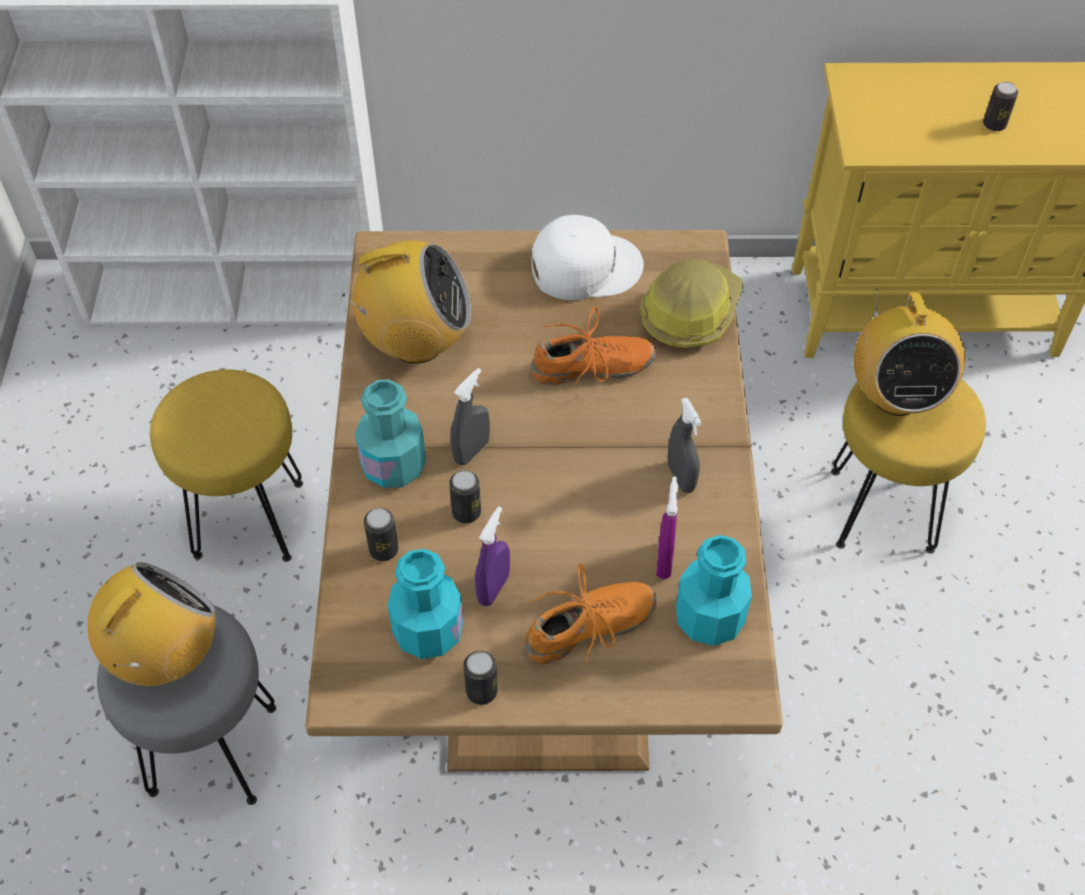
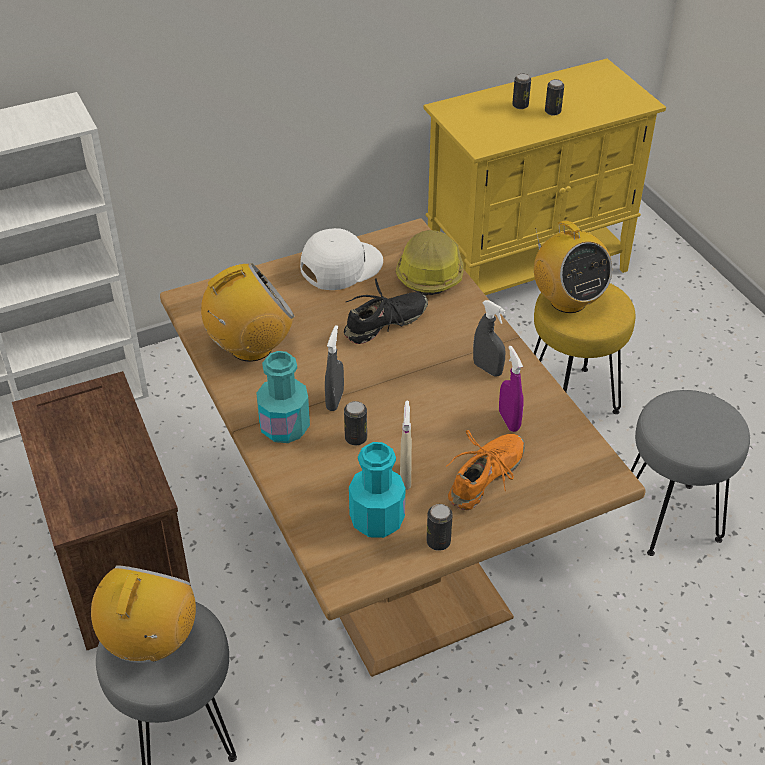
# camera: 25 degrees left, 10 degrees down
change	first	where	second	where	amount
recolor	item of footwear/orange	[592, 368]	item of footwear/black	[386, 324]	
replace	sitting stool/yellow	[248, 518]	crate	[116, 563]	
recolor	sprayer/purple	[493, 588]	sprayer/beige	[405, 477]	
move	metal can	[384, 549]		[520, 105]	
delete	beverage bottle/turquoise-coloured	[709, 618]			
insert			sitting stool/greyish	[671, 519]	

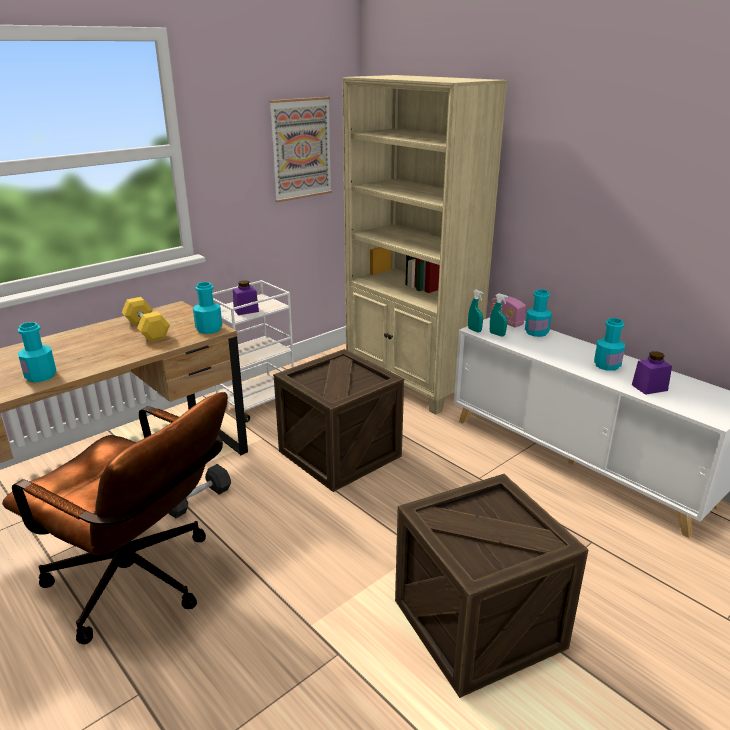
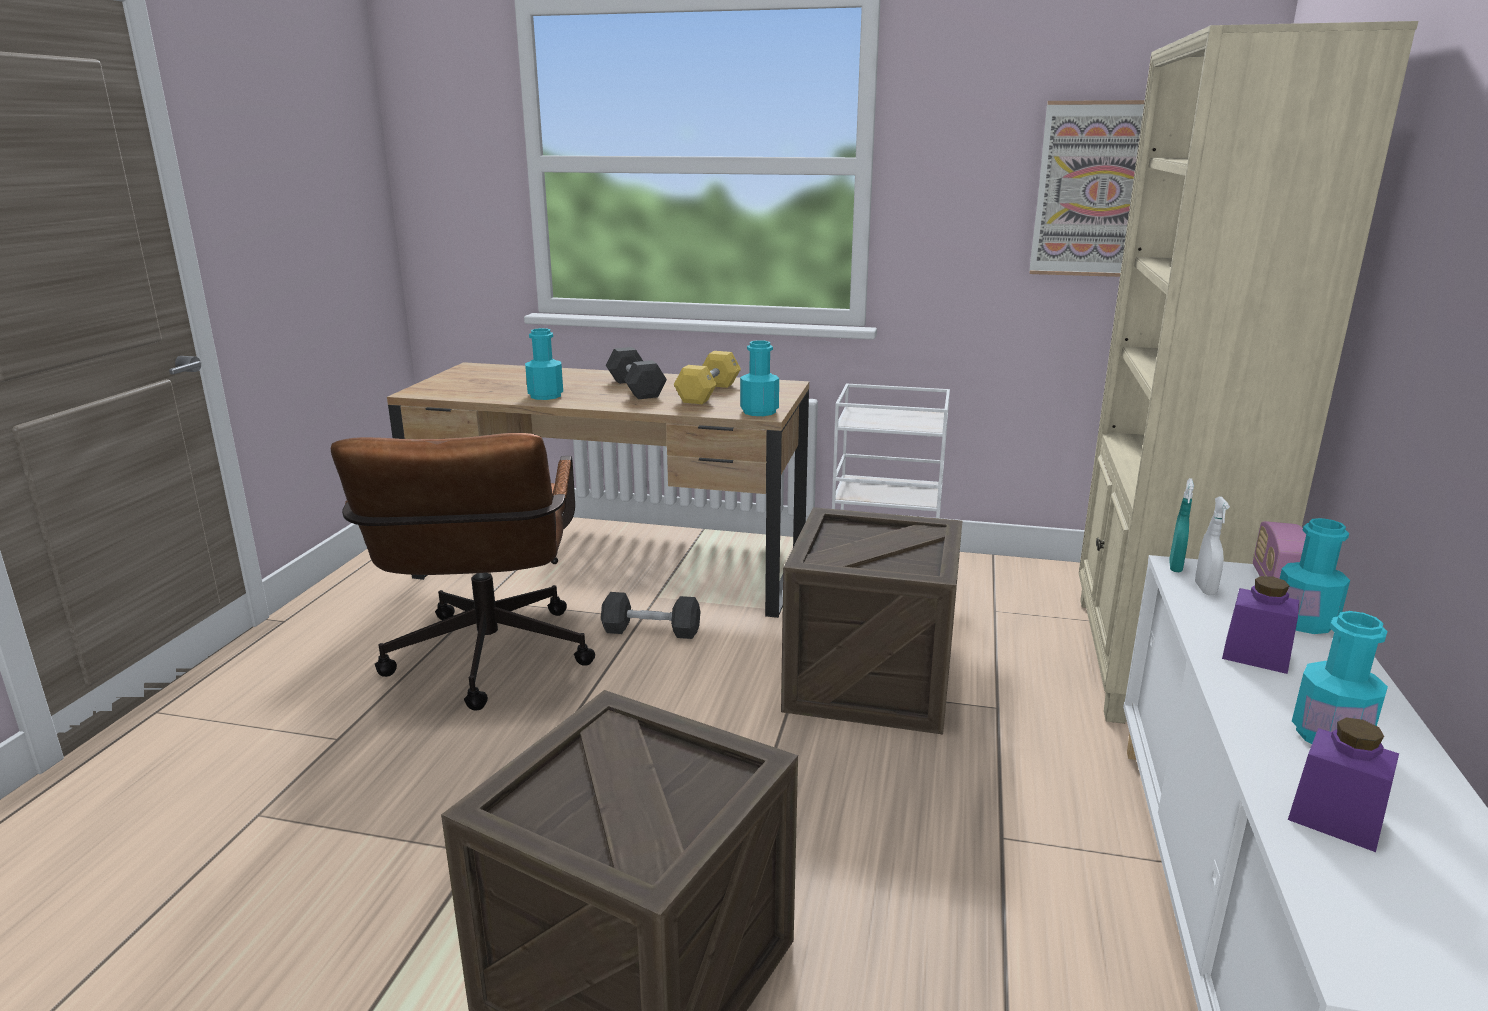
# camera: 55 degrees right, 5 degrees down
change	first	where	second	where	amount
move	preserve jar/purple	[246, 310]		[1255, 655]	
recolor	sprayer/turquoise-coloured	[497, 334]	sprayer/white	[1205, 589]	
insert			dumbbell/black	[636, 388]	

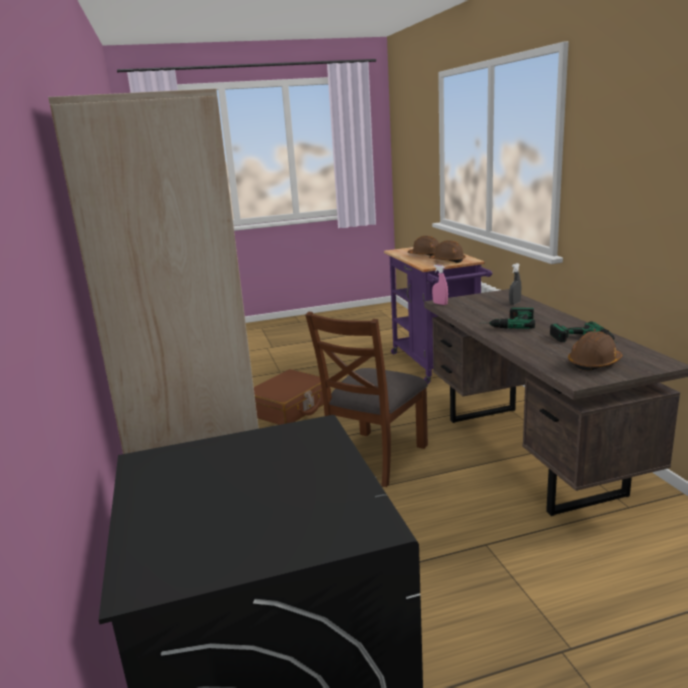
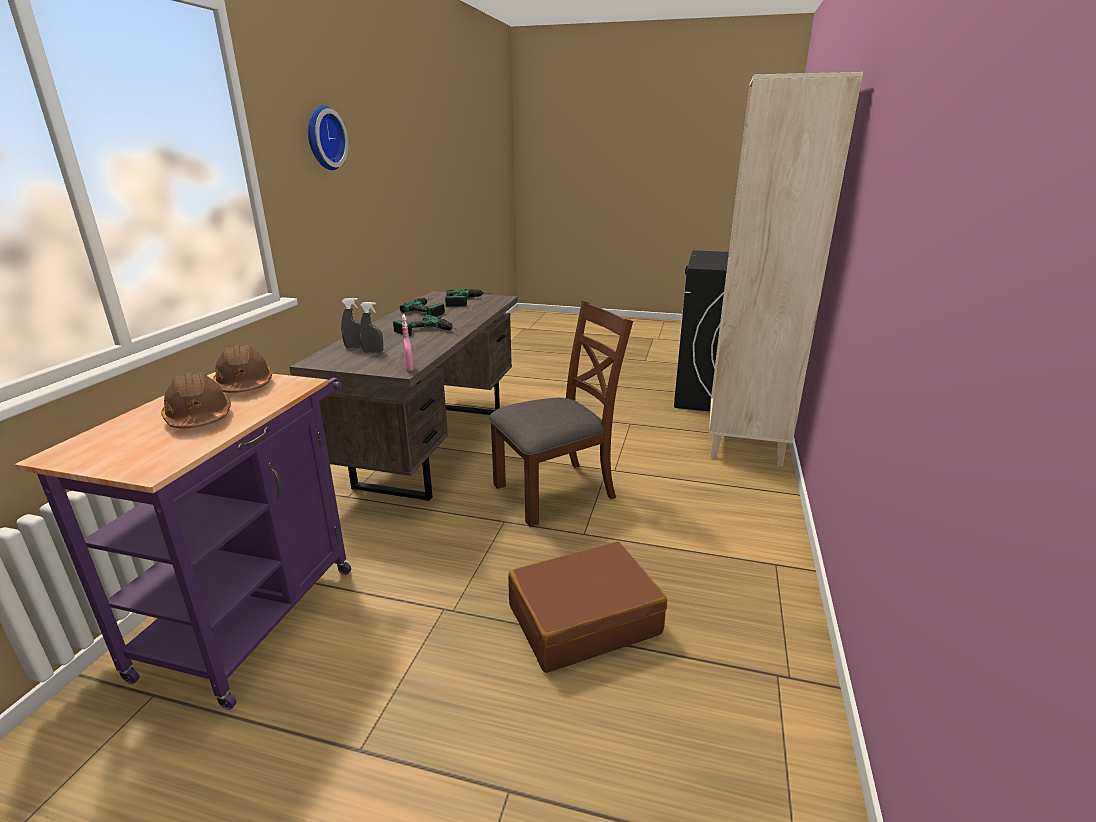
# camera: 150 degrees left, 5 degrees up
change	first	where	second	where	amount
replace	work helmet/brown	[594, 363]	electric drill	[469, 301]	
insert			hanging clock	[323, 138]	
insert			sprayer/greyish	[373, 352]	

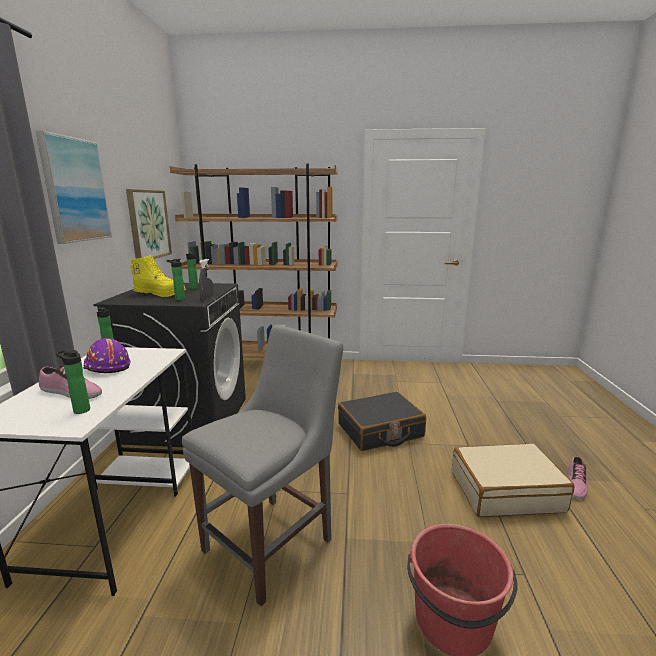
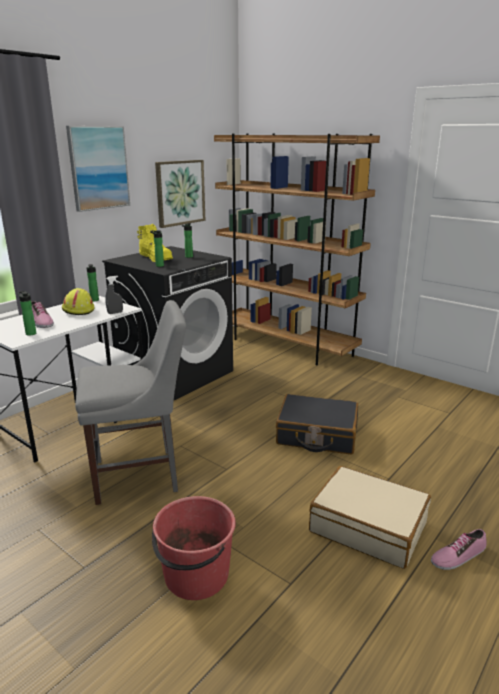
# camera: 35 degrees right, 5 degrees up
change	first	where	second	where	amount
move	sprayer/greyish	[207, 298]		[115, 313]	
recolor	work helmet/purple	[106, 367]	work helmet/yellow	[78, 310]	

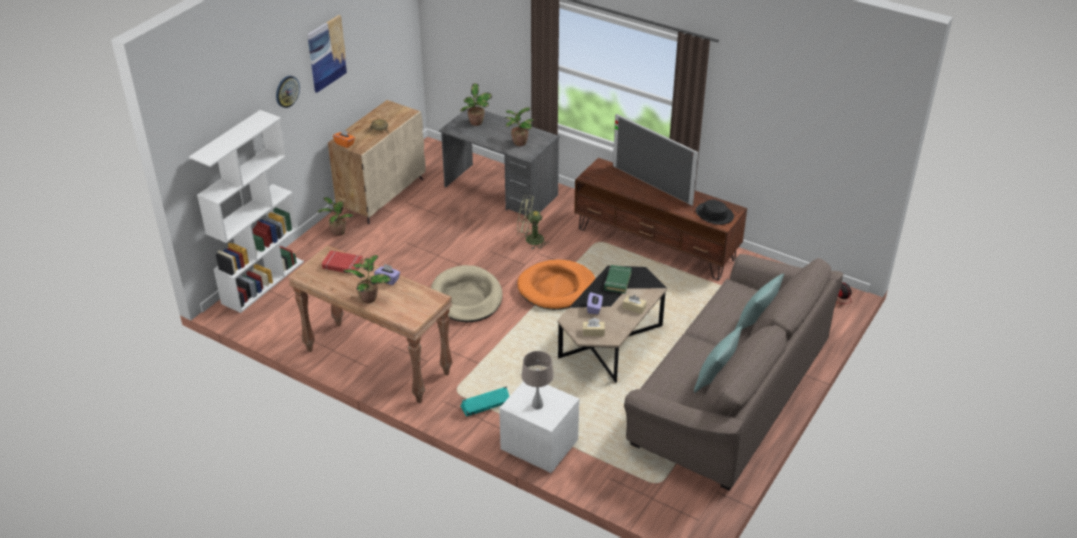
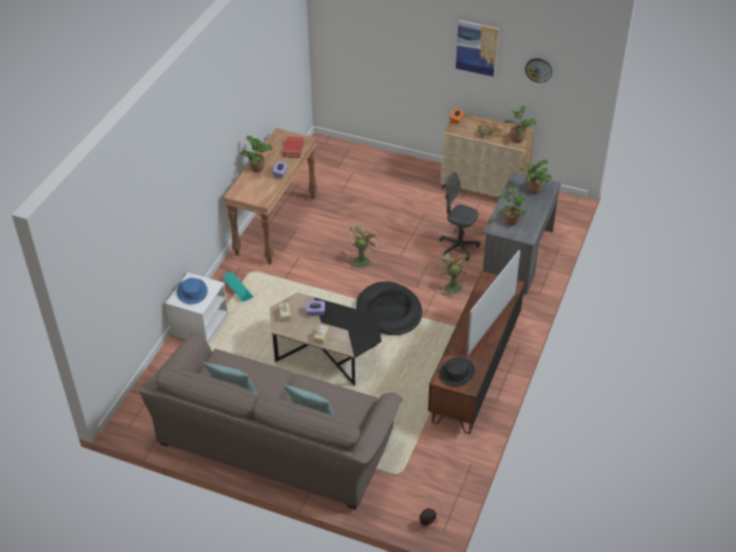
# camera: 80 degrees right, 5 degrees up
change	first	where	second	where	amount
move	hanging clock	[287, 91]		[538, 69]	
delete	bookshelf/white	[263, 282]			
move	potted plant	[338, 232]		[517, 139]	
recolor	dog bed/orange	[557, 288]	dog bed/black	[389, 311]	
replace	dog bed/beige	[466, 297]	fan/greenish	[362, 259]	
delete	bound book/greenish	[617, 281]			
replace	lamp for a table/beige	[537, 405]	wearable hat/blue-coloured	[192, 292]	
insert			computer chair/greyish	[458, 247]	

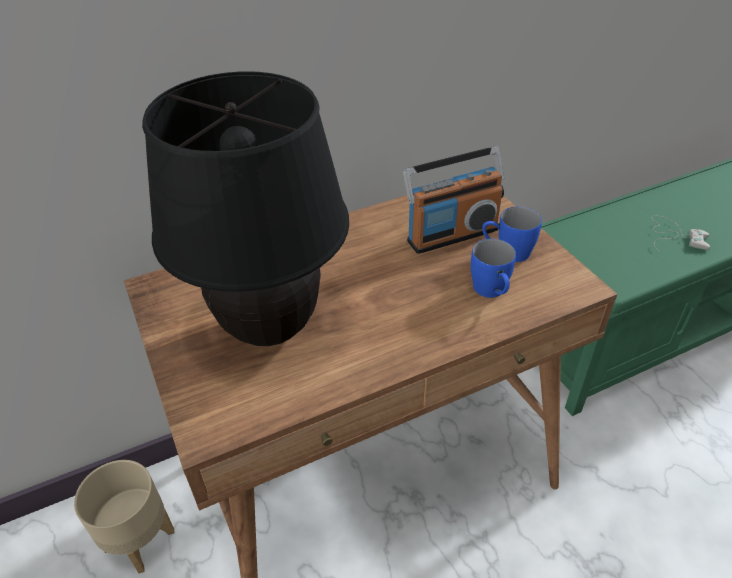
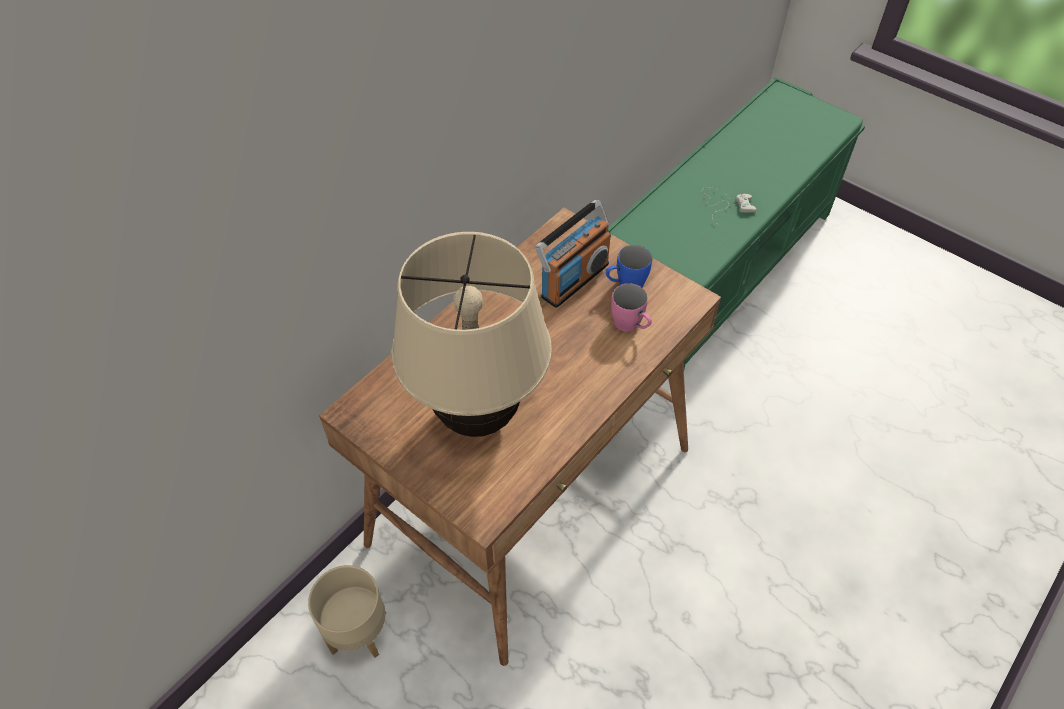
# camera: 25 degrees left, 10 degrees up
change	first	where	second	where	amount
recolor	lamp for a table/black	[269, 329]	lamp for a table/beige	[477, 417]	
recolor	coffee mug/blue-coloured	[492, 292]	coffee mug/pink-coloured	[631, 326]	

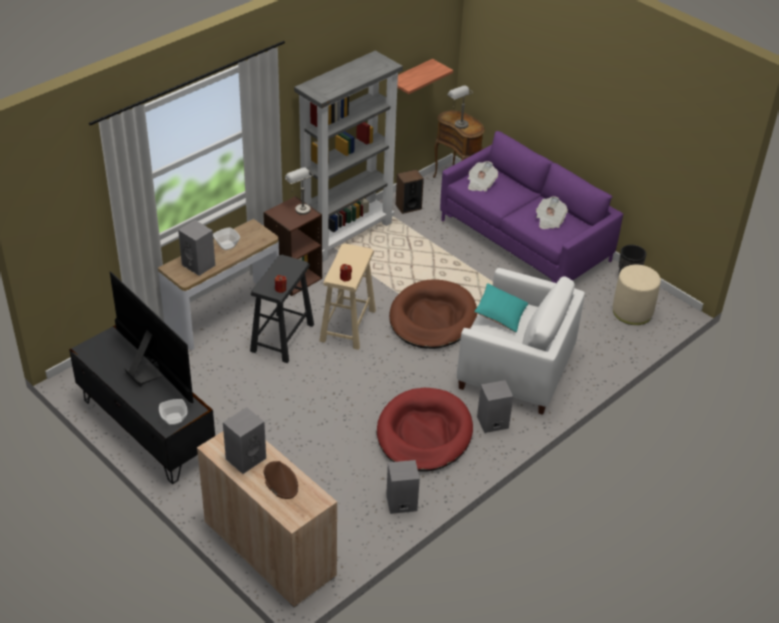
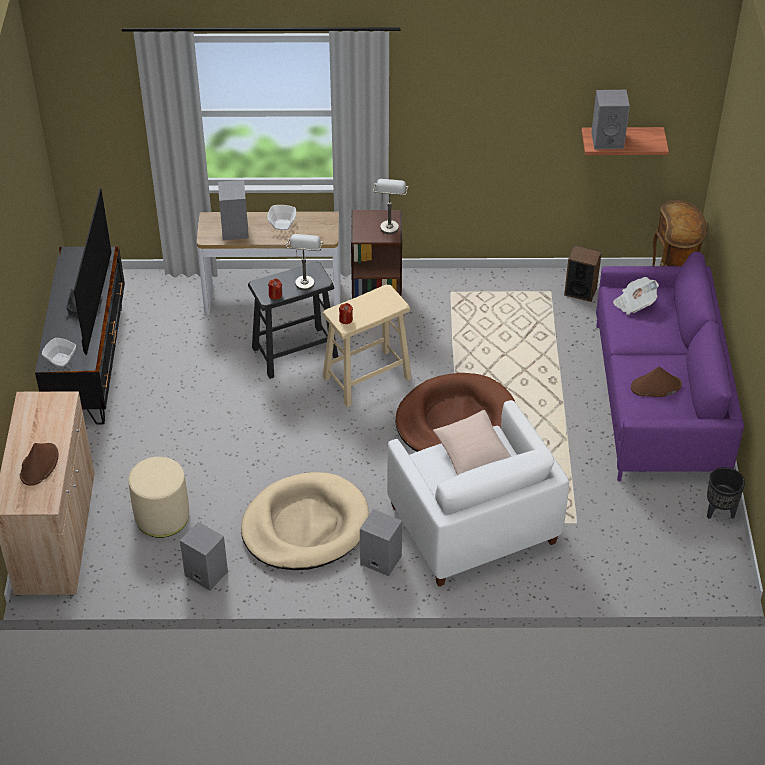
# camera: 45 degrees right, 5 degrees up
change	first	where	second	where	amount
delete	bookshelf/greyish	[347, 234]			
move	lamp for a table/greyish	[458, 122]		[305, 279]	
replace	daily paper	[549, 220]	wearable hat/brown	[655, 386]	
move	pouffe/beige	[632, 312]		[162, 516]	
recolor	cushion/turquoise-coloured	[500, 314]	cushion/beige	[471, 452]	
recolor	dog bed/red	[424, 433]	dog bed/beige	[305, 526]	
move	loudspeaker/greyish	[246, 457]		[608, 140]	

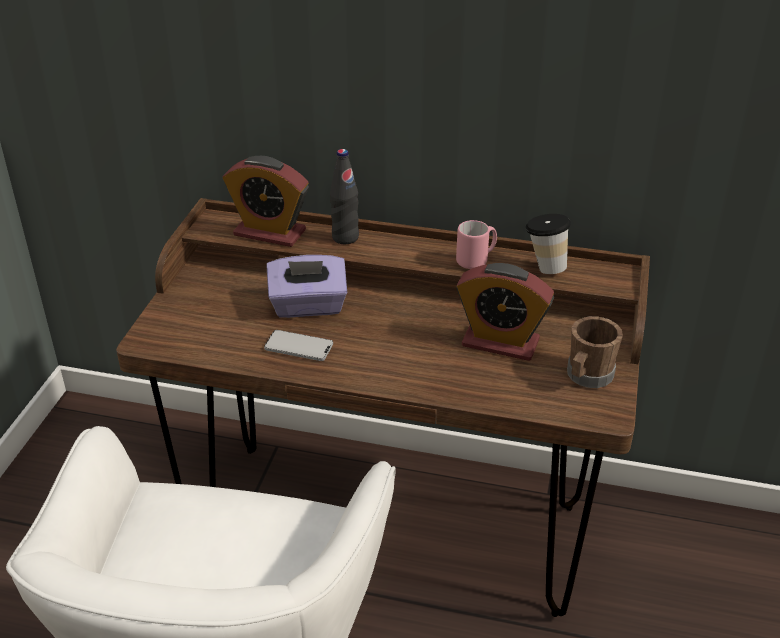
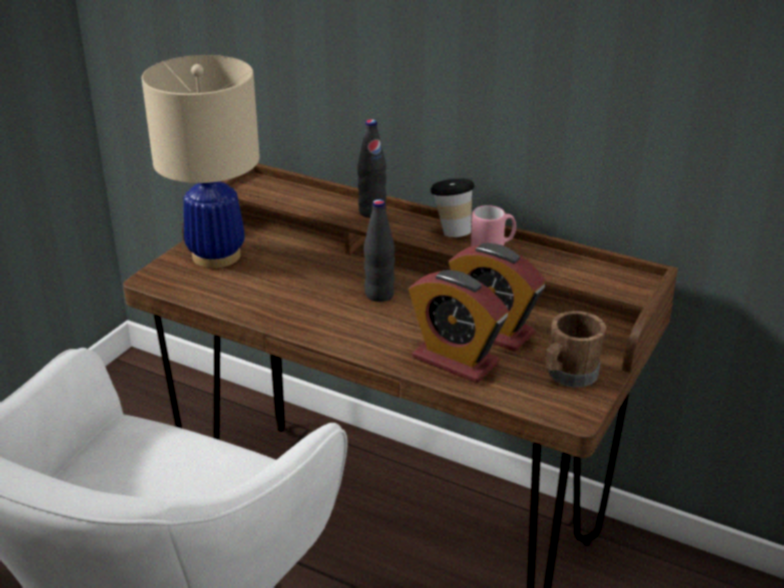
# camera: 15 degrees right, 5 degrees down
change	first	where	second	where	amount
move	table clock	[269, 233]		[455, 360]	
move	cup	[544, 267]		[451, 231]	
delete	tissue holder/purple	[308, 306]			
delete	phone	[298, 347]			
insert			lamp for a table/beige	[216, 256]	
insert			beverage bottle/black	[379, 295]	

